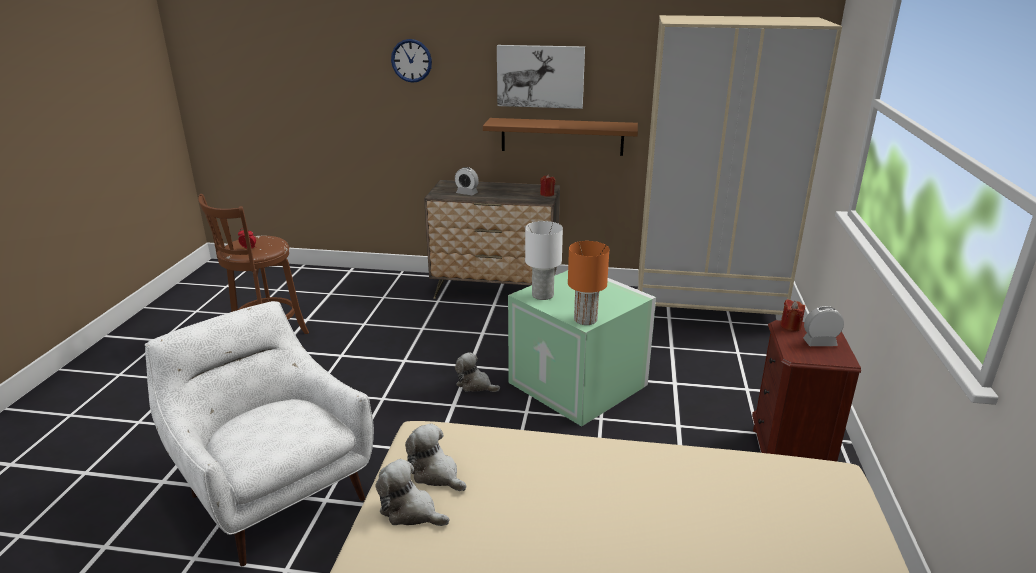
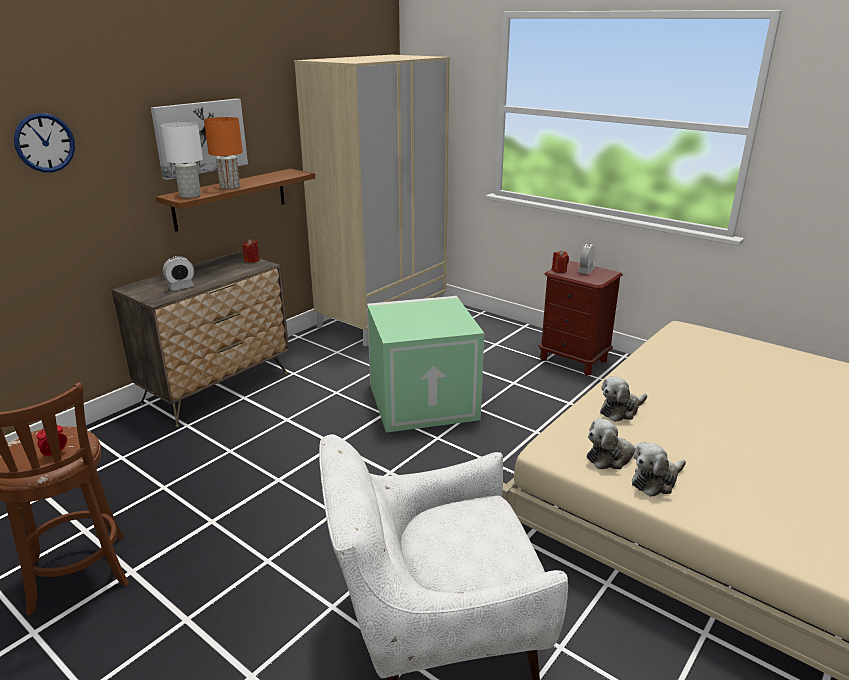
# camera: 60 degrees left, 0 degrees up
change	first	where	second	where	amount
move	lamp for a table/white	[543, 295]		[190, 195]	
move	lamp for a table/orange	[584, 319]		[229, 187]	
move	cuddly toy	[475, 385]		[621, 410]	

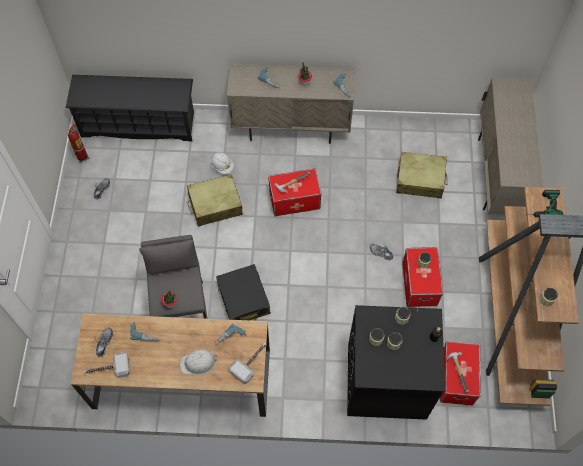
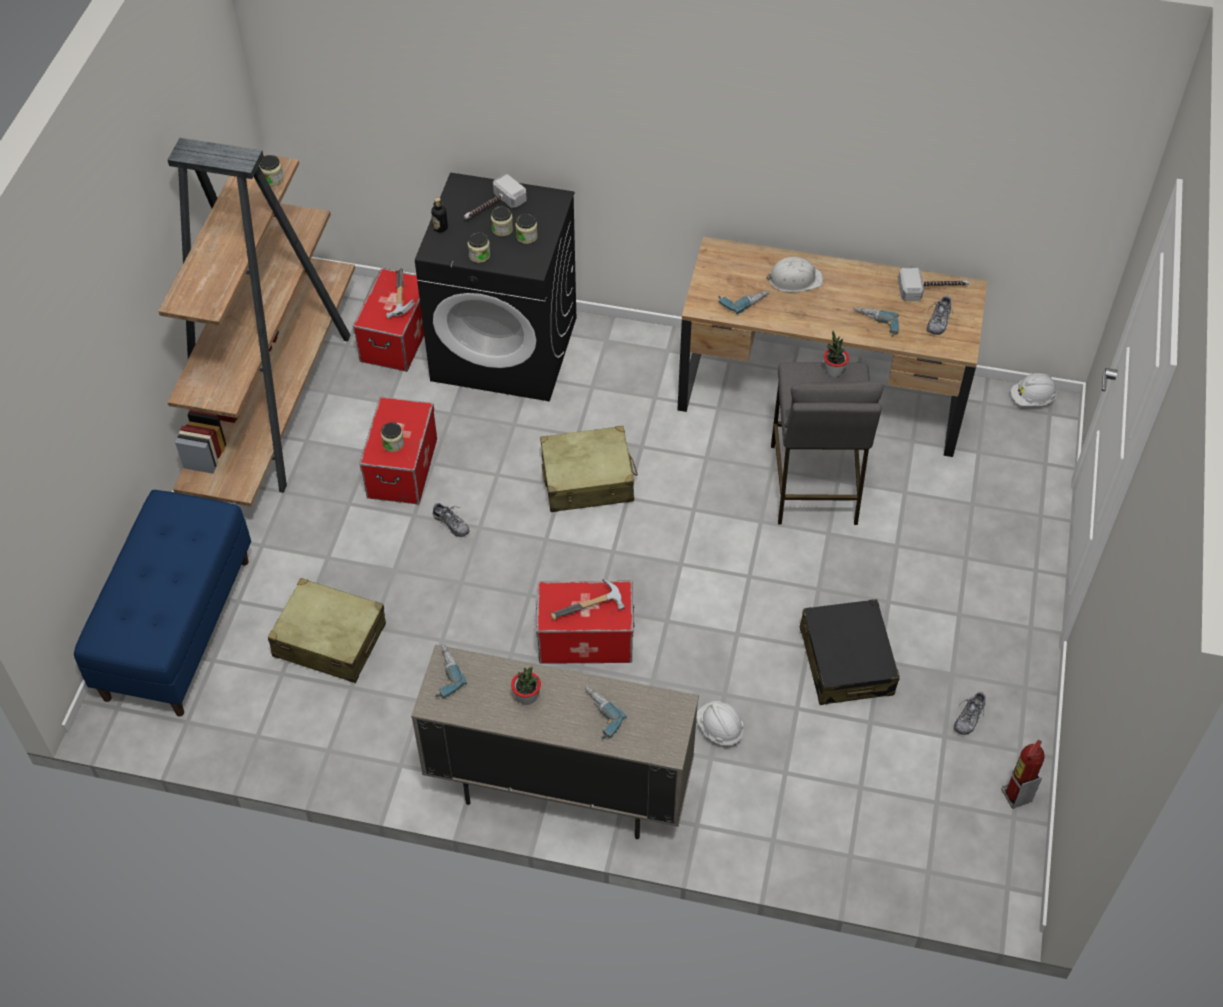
# camera: 170 degrees left, 10 degrees down
change	first	where	second	where	amount
delete	shoe rack/black	[139, 124]			
replace	cabinet/beige	[497, 175]	long seat/blue-coloured	[177, 627]	
move	suitcase/beige	[215, 205]		[588, 480]	
delete	electric drill	[542, 206]			
move	suitcase/black	[243, 299]		[846, 661]	
move	hand hammer	[251, 361]		[492, 208]	
insert			work helmet/white	[1032, 399]	

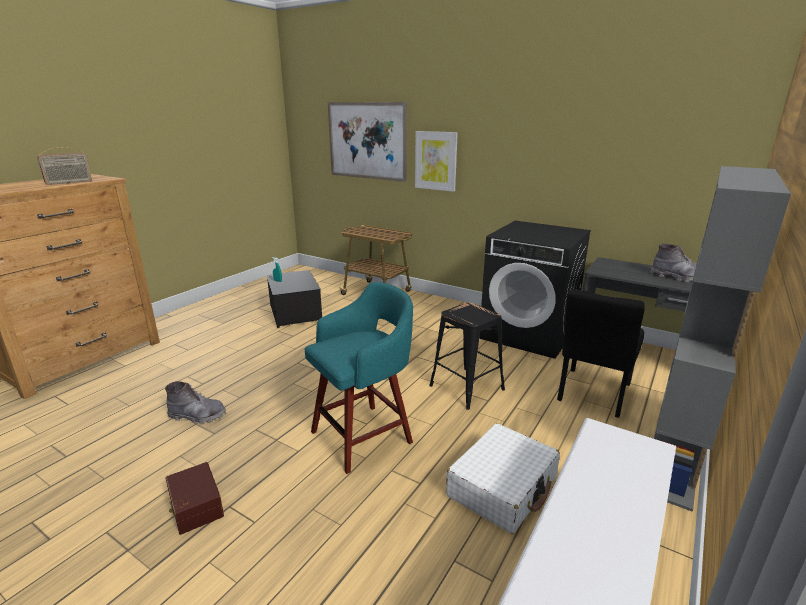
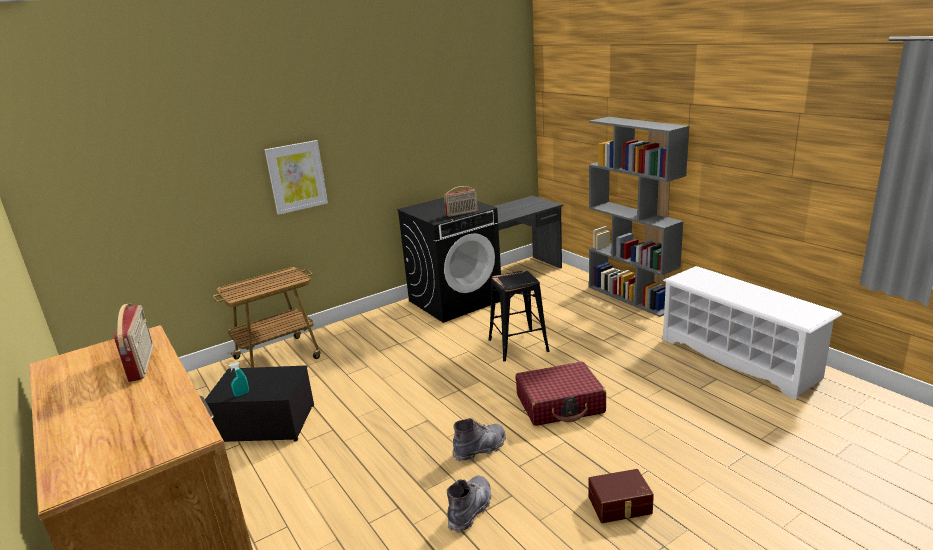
# camera: 65 degrees left, 0 degrees up
change	first	where	second	where	amount
delete	picture	[366, 141]			
move	boot/greyish	[677, 277]		[480, 448]	
replace	sitting stool/turquoise-coloured	[364, 436]	suitcase/red	[560, 404]	
delete	chair/black	[592, 395]			
delete	suitcase/white	[502, 487]			
insert			radio receiver	[462, 213]	

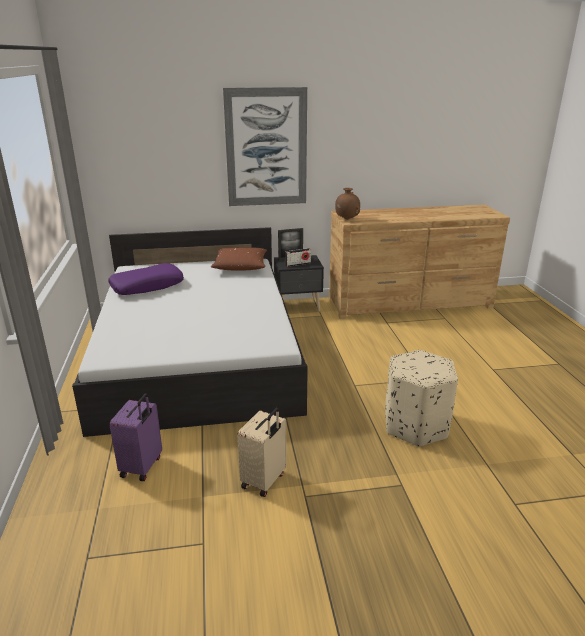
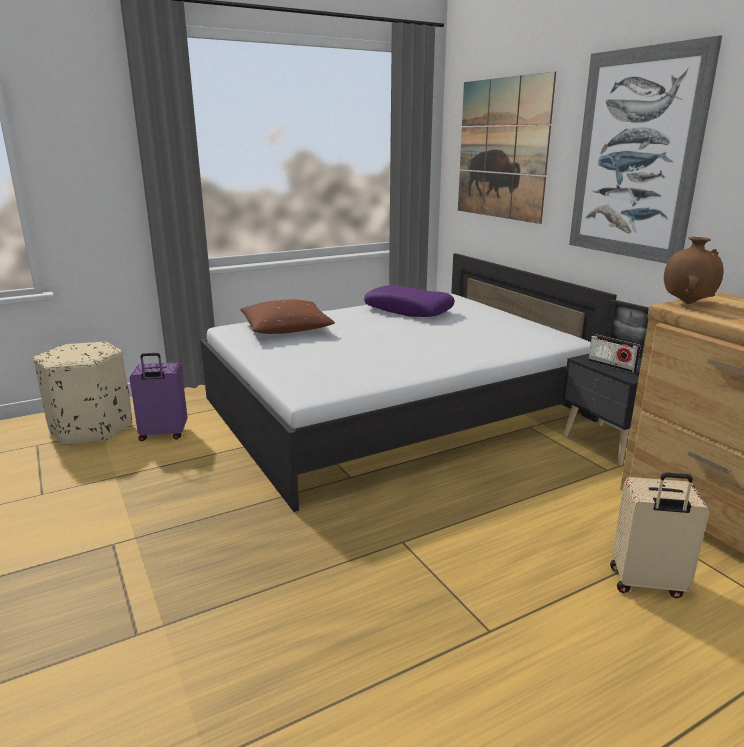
# camera: 70 degrees right, 5 degrees down
change	first	where	second	where	amount
move	cushion/brown	[240, 266]		[286, 329]	
move	pouffe/beige	[416, 426]		[91, 428]	
move	suitcase/beige	[264, 481]		[647, 583]	
insert			picture	[502, 149]	

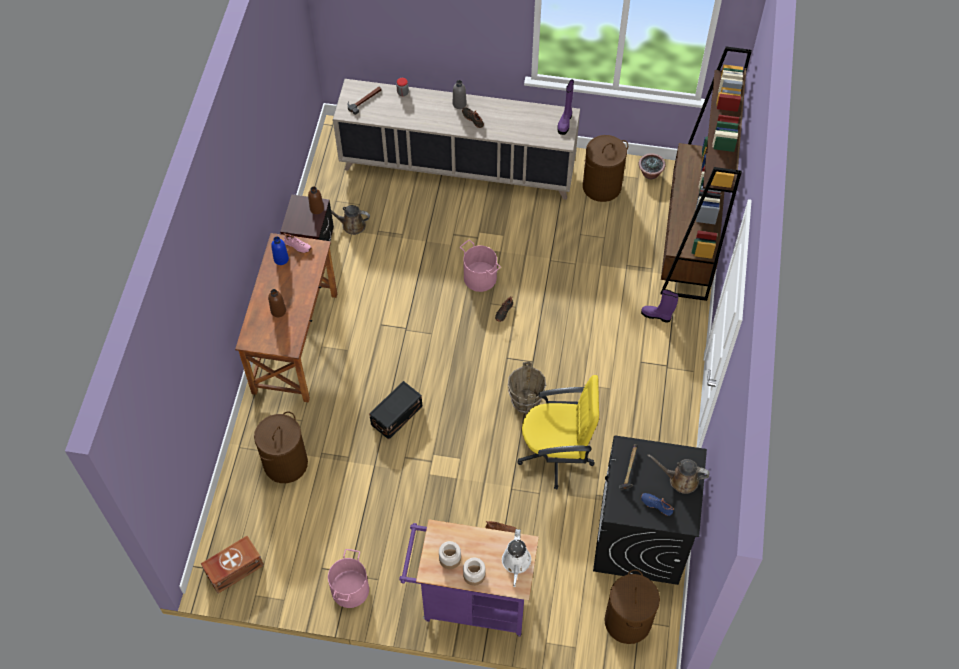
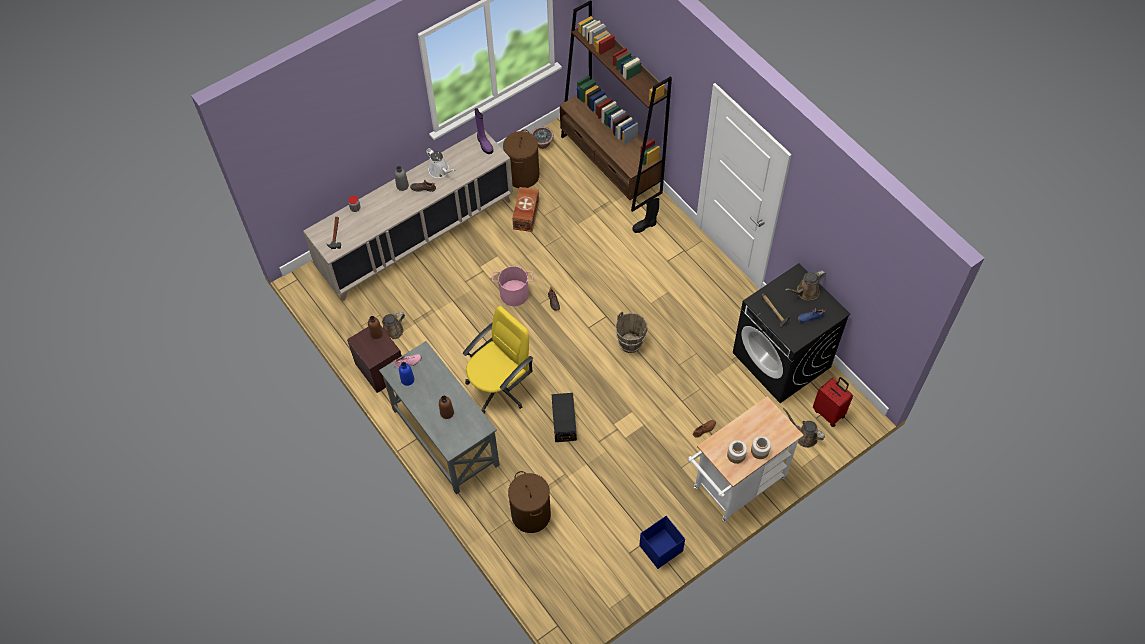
# camera: 45 degrees left, 0 degrees up
change	first	where	second	where	amount
recolor	desk table/brown	[295, 342]	desk table/greyish	[445, 437]	
recolor	boot/purple	[657, 315]	boot/black	[645, 226]	
move	computer chair/yellow	[557, 454]		[499, 387]	
recolor	wheeled cart/purple	[470, 601]	wheeled cart/white	[735, 486]	
move	sprinkling can/white	[516, 563]		[440, 171]	
move	storage container/brown	[233, 569]		[525, 215]	
replace	bucket/pink-coloured	[349, 589]	storage container/blue-coloured	[660, 548]	
replace	hamper/brown	[628, 621]	suitcase/red	[829, 413]	
insert			sprinkling can/brown	[804, 436]	

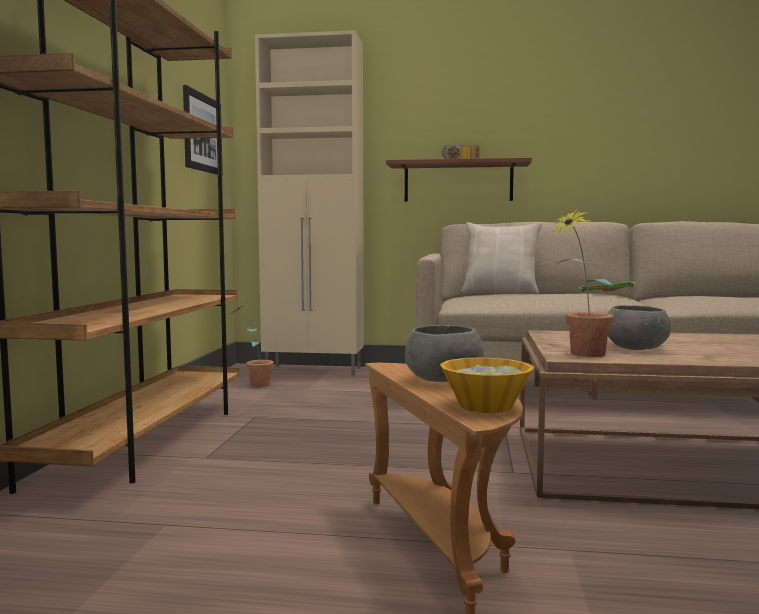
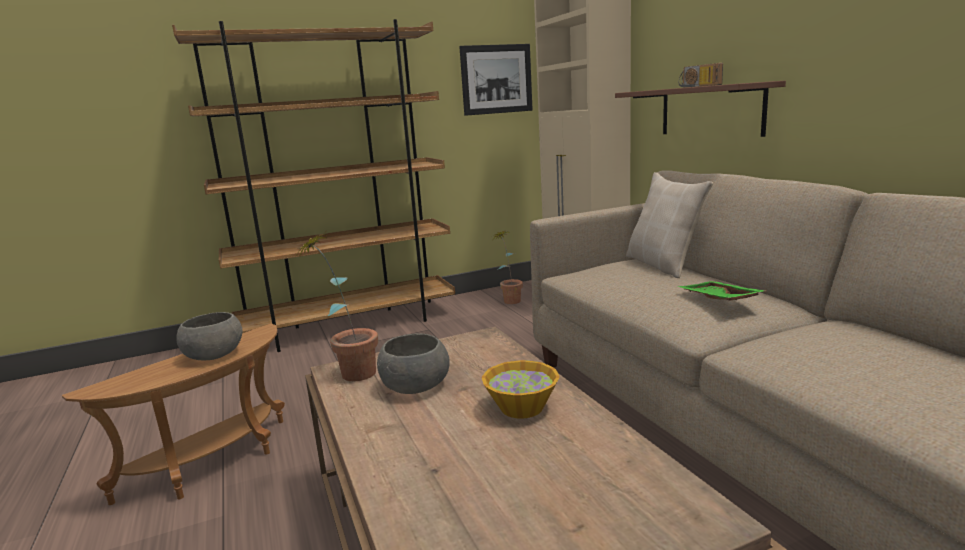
# camera: 60 degrees right, 10 degrees up
change	first	where	second	where	amount
move	bowl	[485, 406]		[521, 407]	

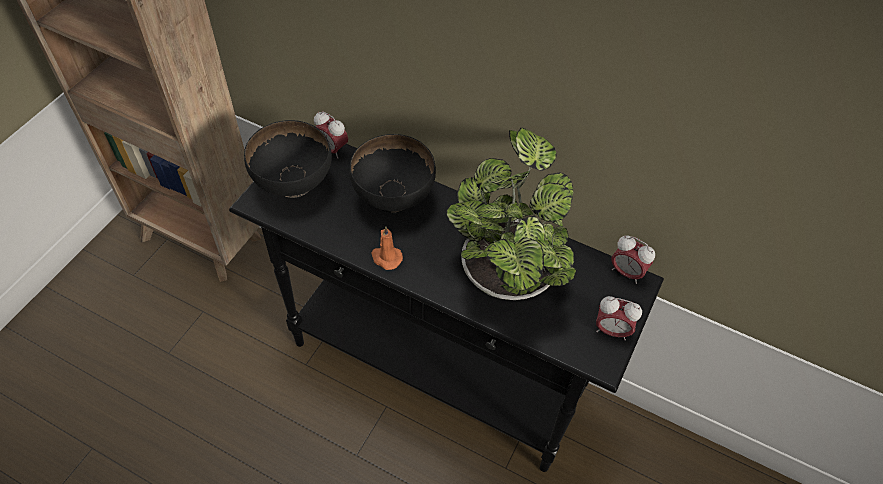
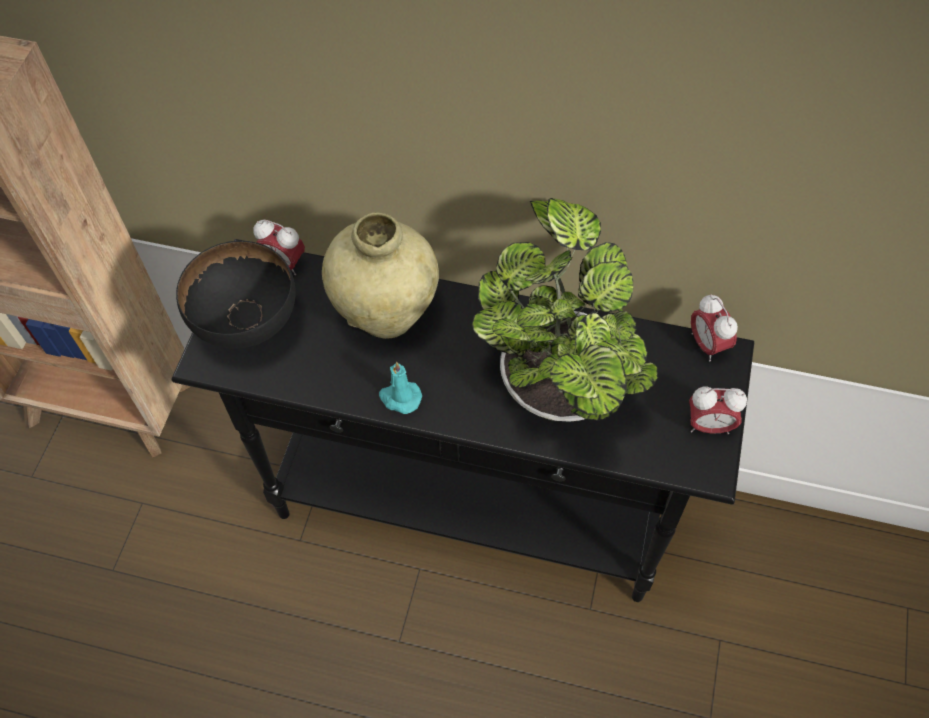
# camera: 10 degrees left, 5 degrees up
change	first	where	second	where	amount
replace	bowl/black	[394, 199]	flower vase/beige	[386, 314]	
recolor	wax light/orange	[386, 258]	wax light/turquoise-coloured	[399, 397]	
rotate	table clock	[626, 272]		[707, 344]	45 degrees clockwise

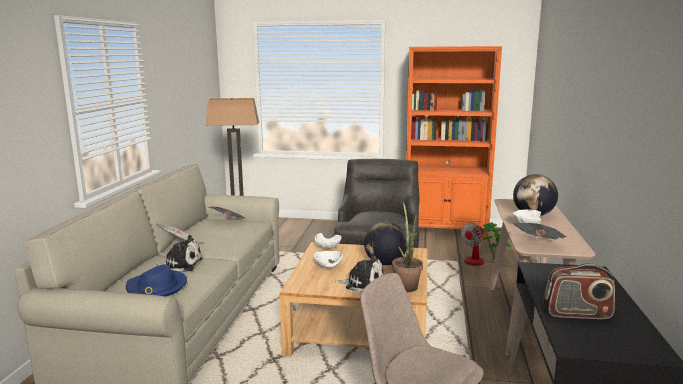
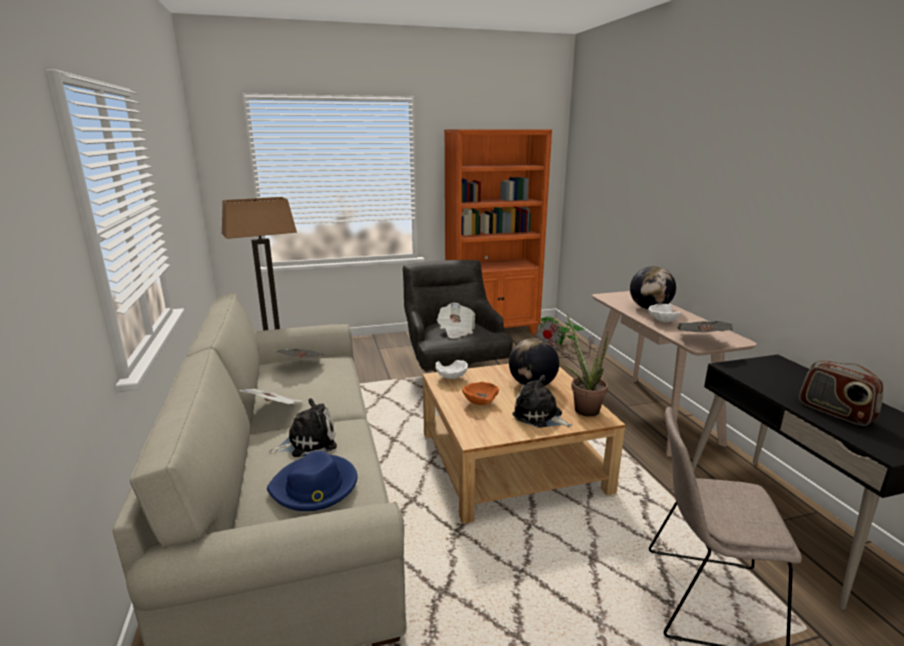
# camera: 25 degrees left, 5 degrees up
change	first	where	second	where	amount
recolor	bowl/white	[328, 267]	bowl/orange	[479, 402]	
rotate	cuddly toy	[362, 284]		[539, 416]	135 degrees counterclockwise
rotate	radio receiver	[577, 313]		[835, 412]	75 degrees clockwise
insert			daily paper	[456, 331]	

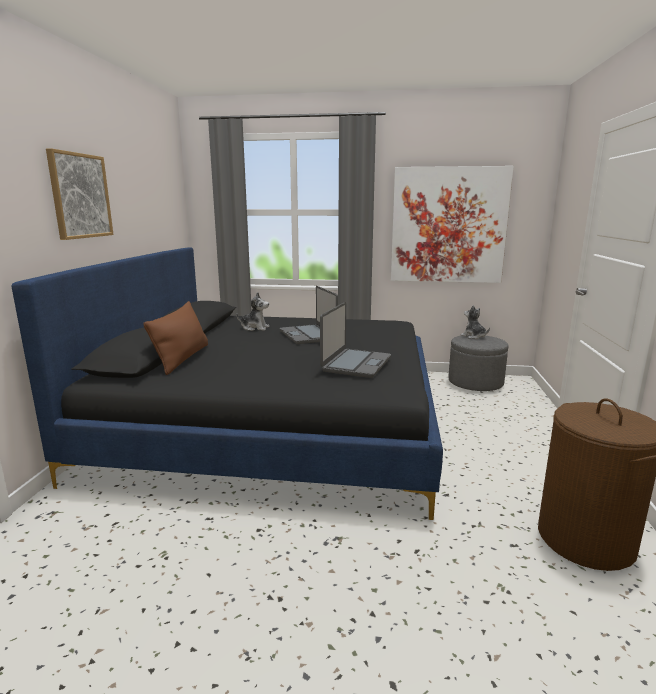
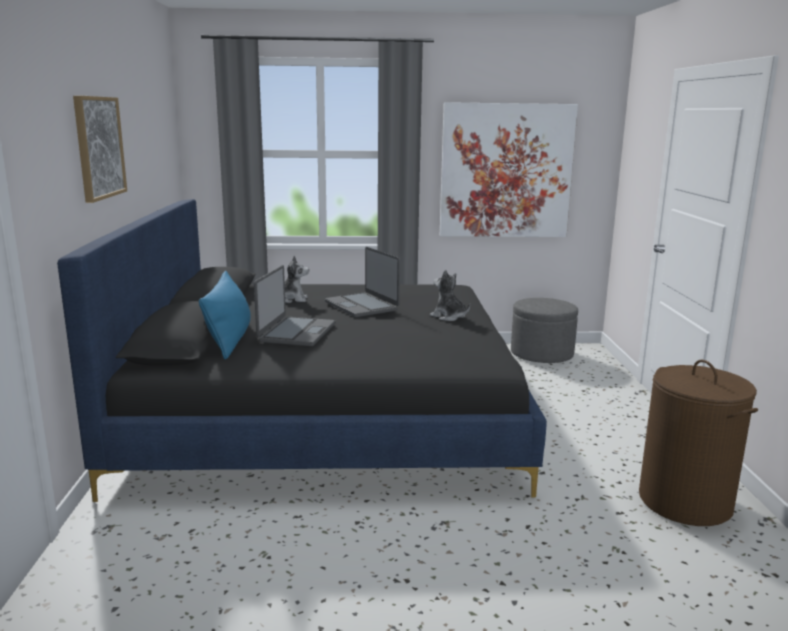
# camera: 10 degrees left, 0 degrees up
change	first	where	second	where	amount
recolor	cushion/brown	[182, 358]	cushion/blue-coloured	[229, 339]	
move	notebook computer	[356, 364]		[296, 332]	
move	cuddly toy	[473, 336]		[449, 317]	

